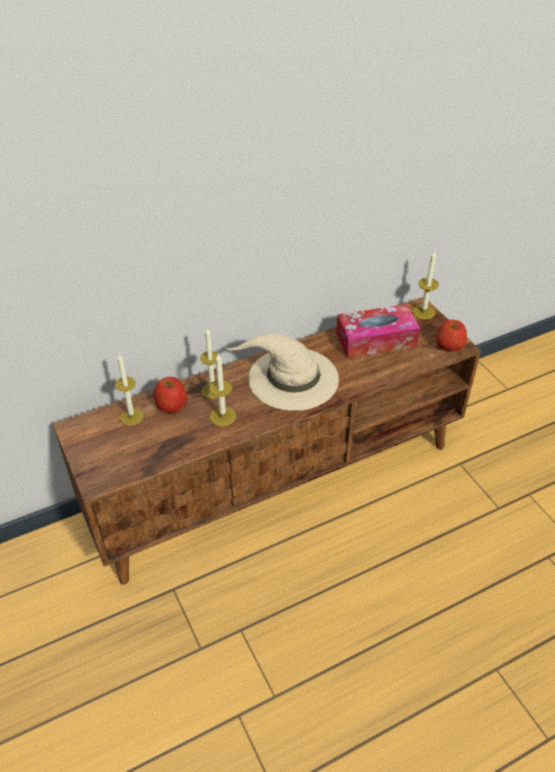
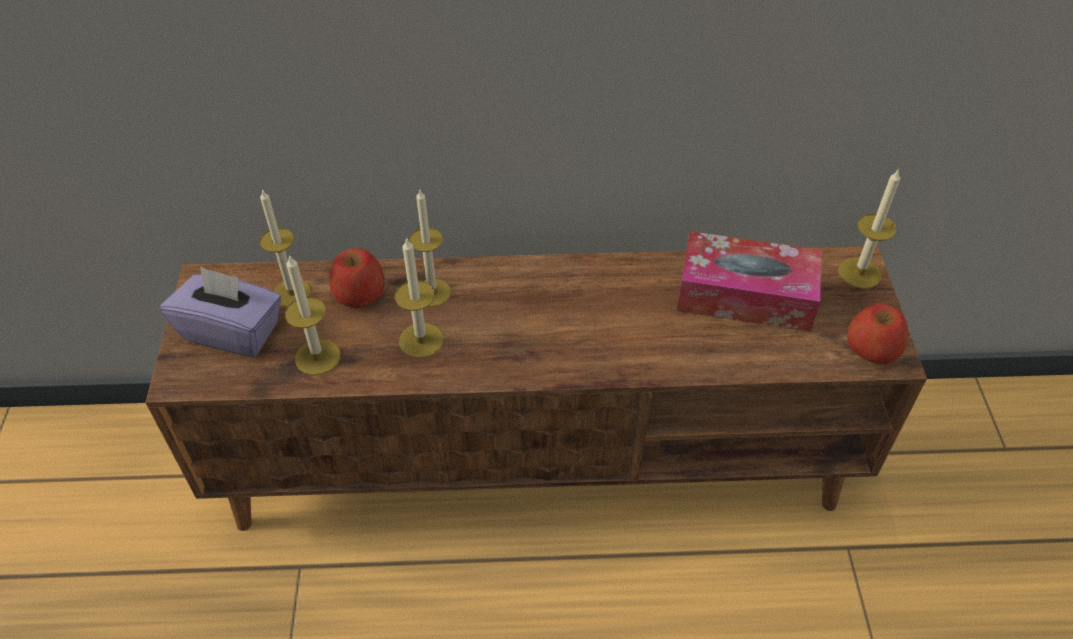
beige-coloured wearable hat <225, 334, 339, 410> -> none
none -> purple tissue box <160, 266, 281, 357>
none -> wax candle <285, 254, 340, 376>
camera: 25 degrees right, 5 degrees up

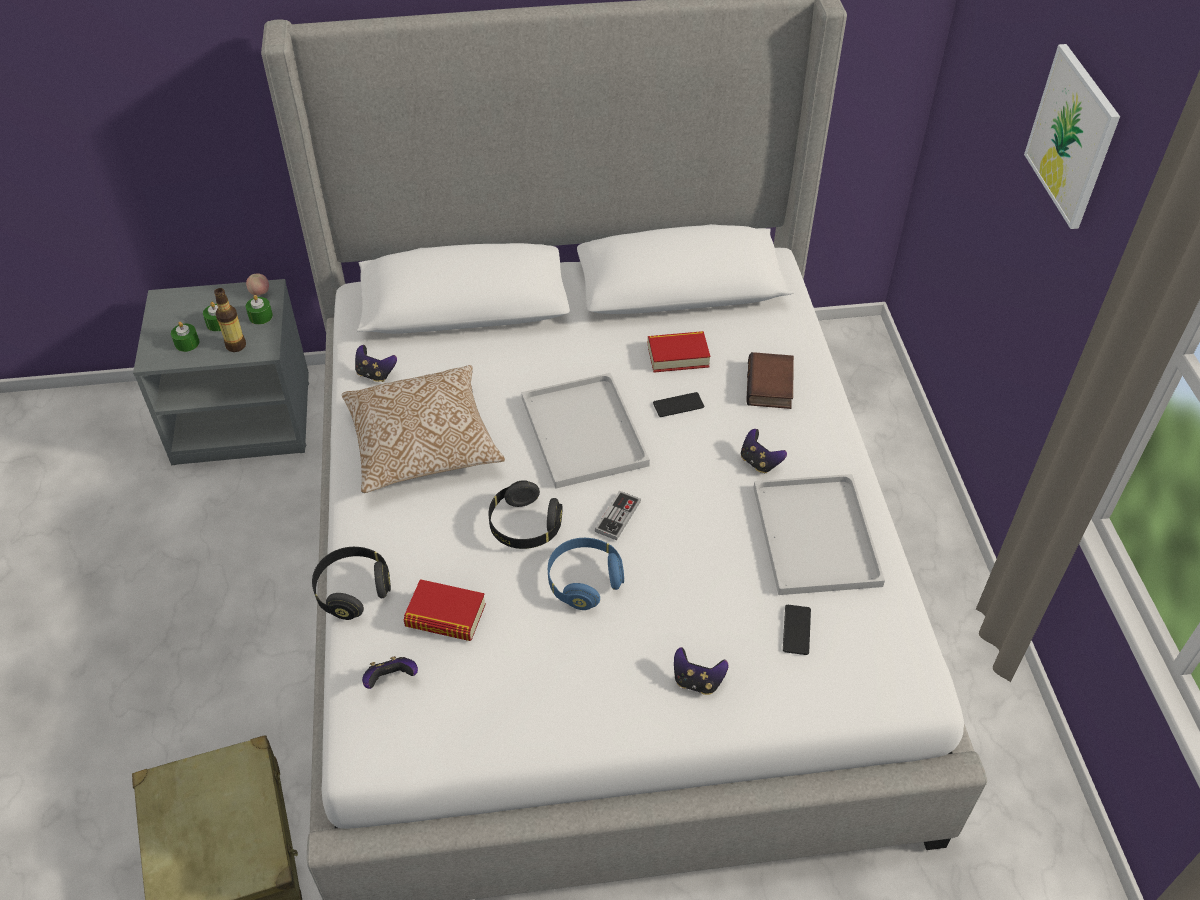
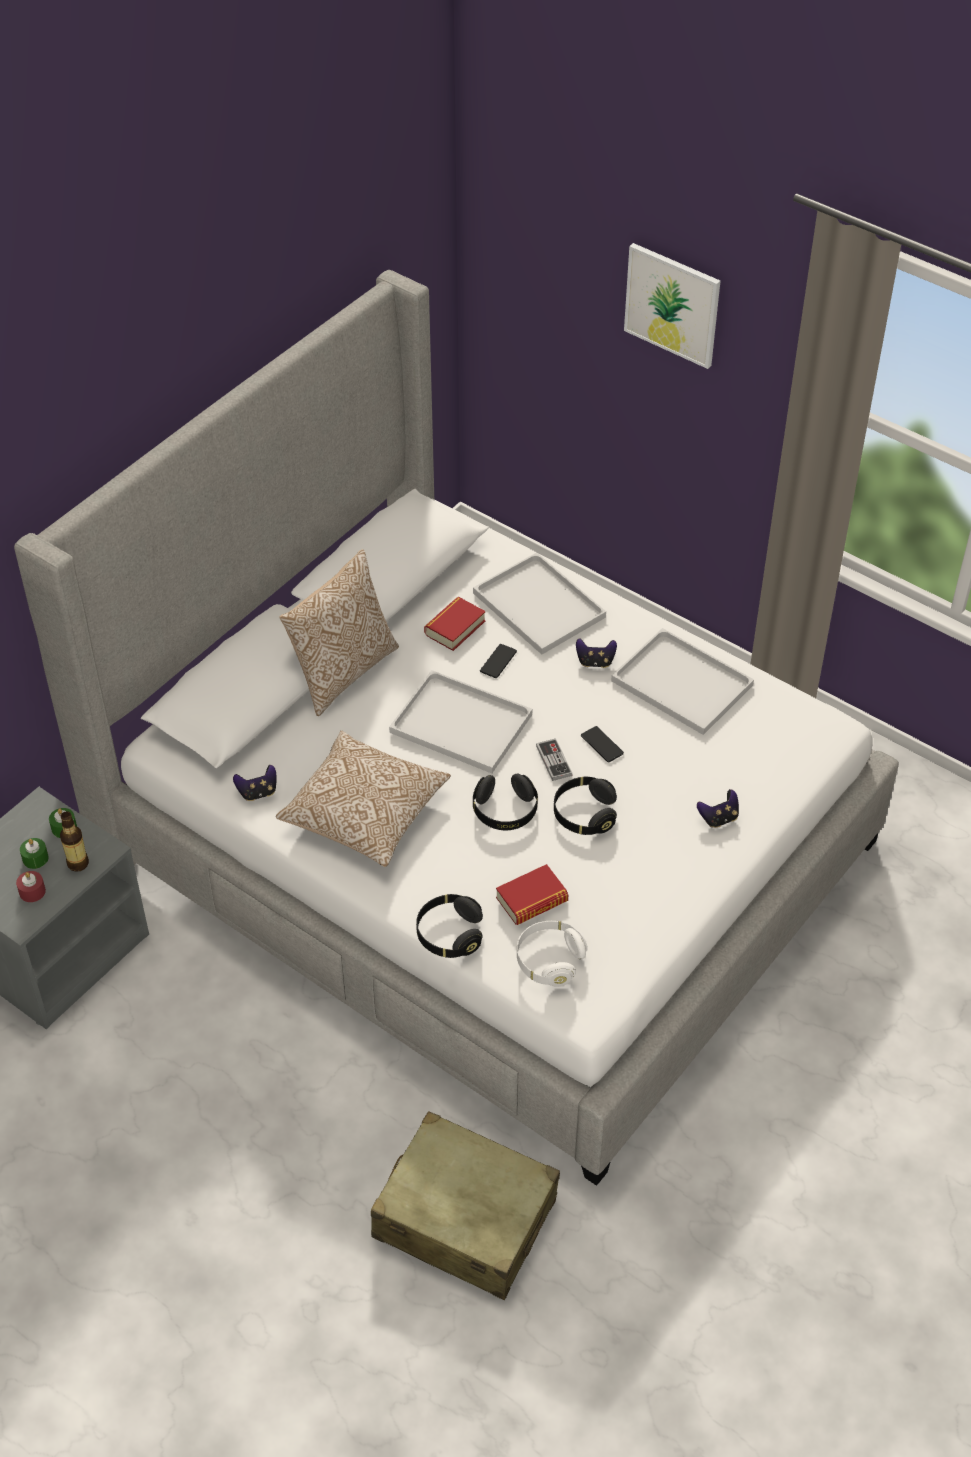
whole apple <246, 274, 269, 296> -> none
none -> pillow <279, 549, 399, 716>
handset <783, 605, 811, 655> -> handset <581, 726, 624, 762>, relocated
joypad <362, 656, 418, 689> -> white-coloured pair of headphones <517, 921, 588, 986>
bound book <746, 352, 794, 409> -> white-coloured carrying tray <473, 552, 606, 655>
greenish wax candle <171, 322, 200, 352> -> reddish wax candle <16, 871, 46, 902>
blue pair of headphones <548, 538, 624, 610> -> black pair of headphones <554, 776, 617, 835>
camera: 45 degrees left, 0 degrees up

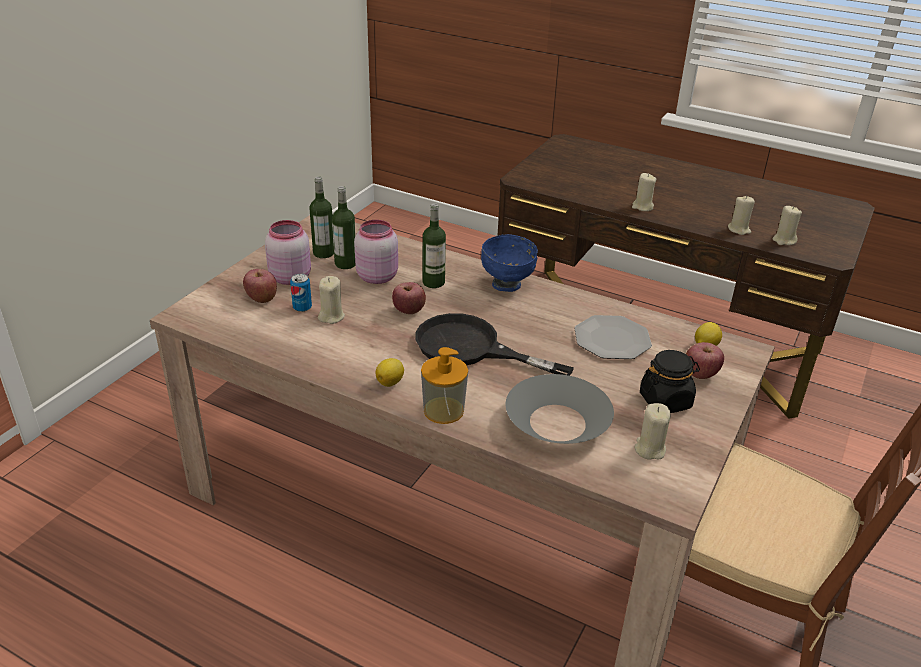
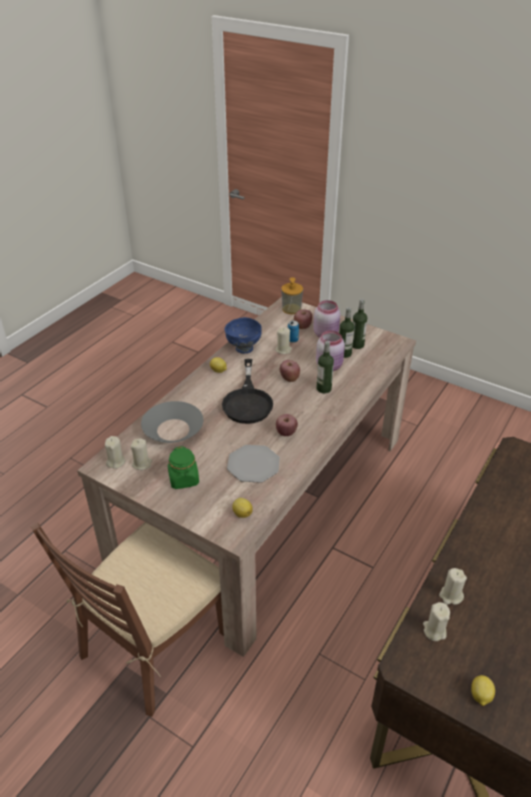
none -> lemon <471, 675, 495, 706>
soap bottle <421, 347, 468, 424> -> soap bottle <281, 277, 303, 314>, relocated
blue bowl <481, 234, 538, 292> -> blue bowl <224, 317, 262, 354>, relocated
beige-coloured wax candle <632, 173, 657, 211> -> beige-coloured wax candle <105, 436, 125, 469>, relocated
whole apple <686, 342, 724, 379> -> whole apple <276, 414, 298, 436>, relocated
black jar <640, 350, 700, 413> -> greenish jar <168, 446, 199, 489>
black frying pan <415, 313, 574, 376> -> black frying pan <222, 359, 273, 424>, 150 degrees clockwise
camera: 95 degrees right, 5 degrees up

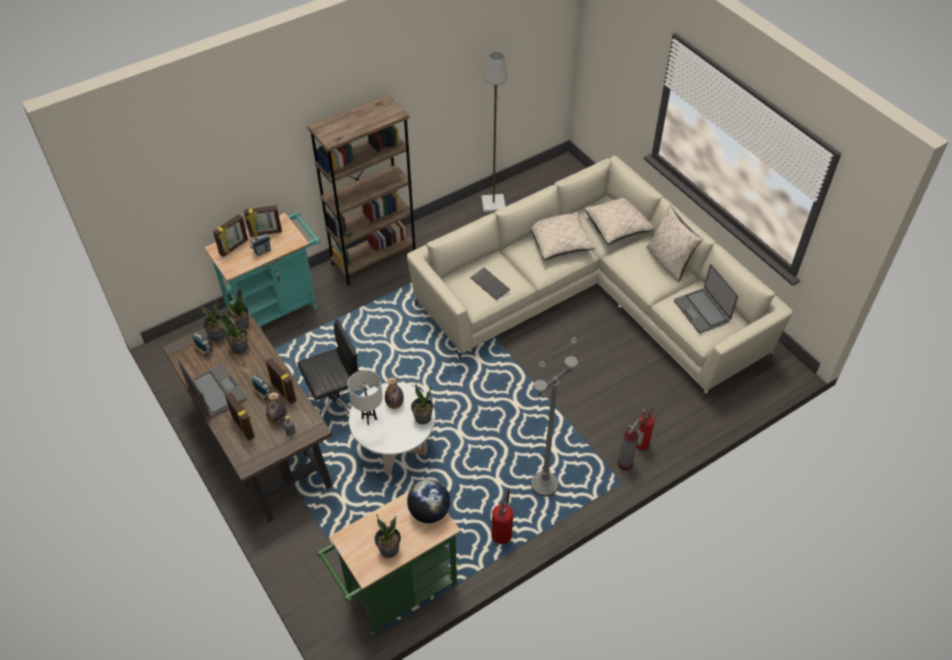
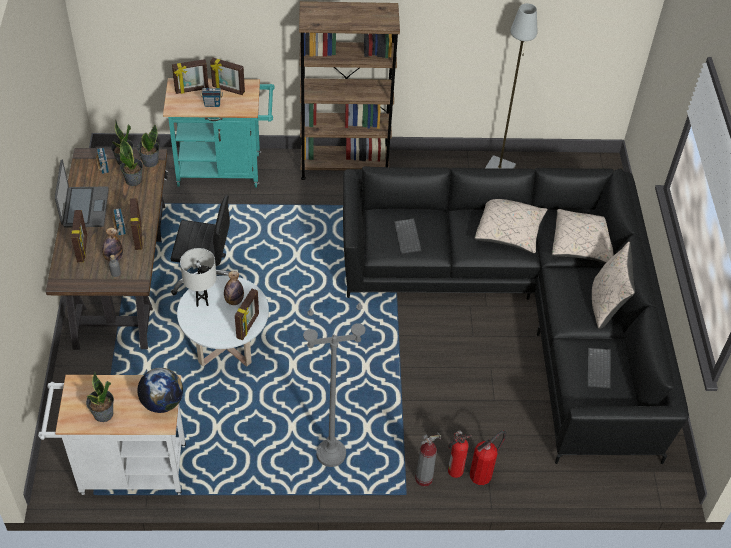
fire extinguisher <492, 488, 513, 544> -> fire extinguisher <470, 430, 506, 485>, relocated
houseplant <411, 383, 433, 424> -> picture frame <235, 289, 259, 340>
notebook computer <674, 264, 738, 333> -> keyboard <588, 348, 611, 389>
greenish cart <317, 491, 461, 635> -> white-coloured cart <38, 375, 186, 495>
beige-coloured sofa <407, 155, 792, 400> -> black sofa <343, 166, 689, 464>
camera: 30 degrees right, 0 degrees up

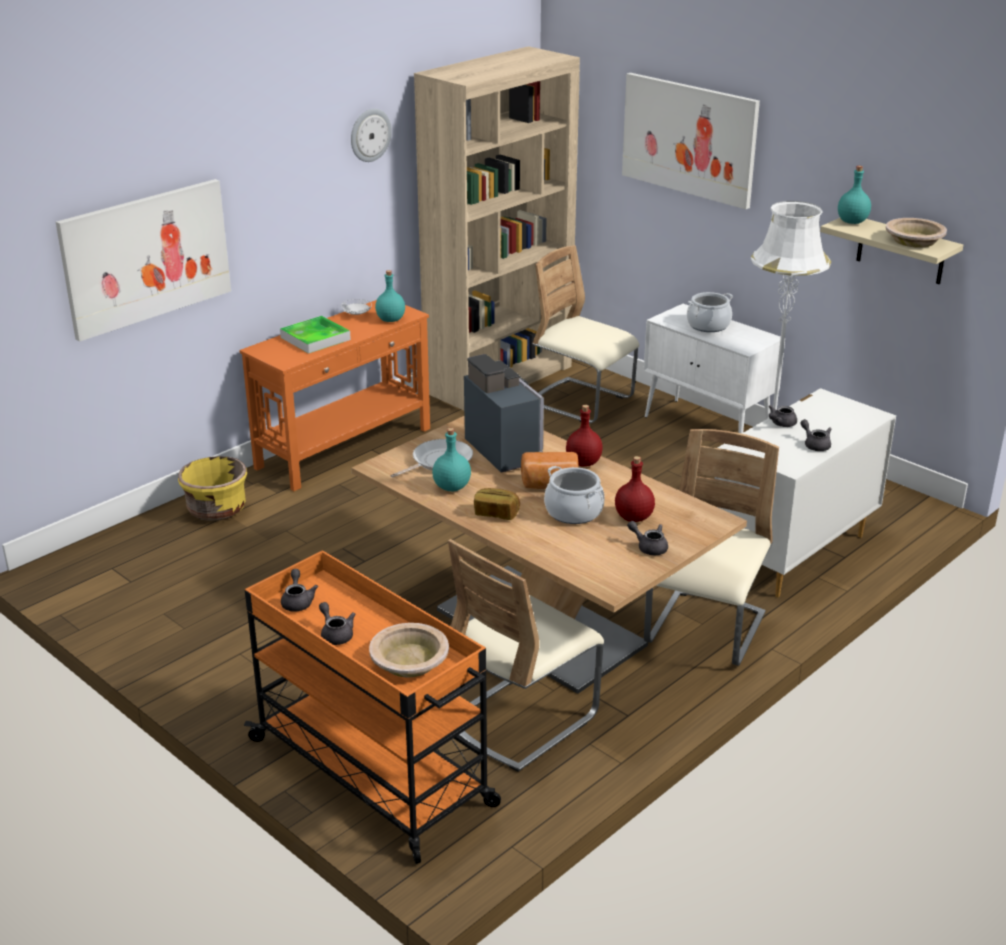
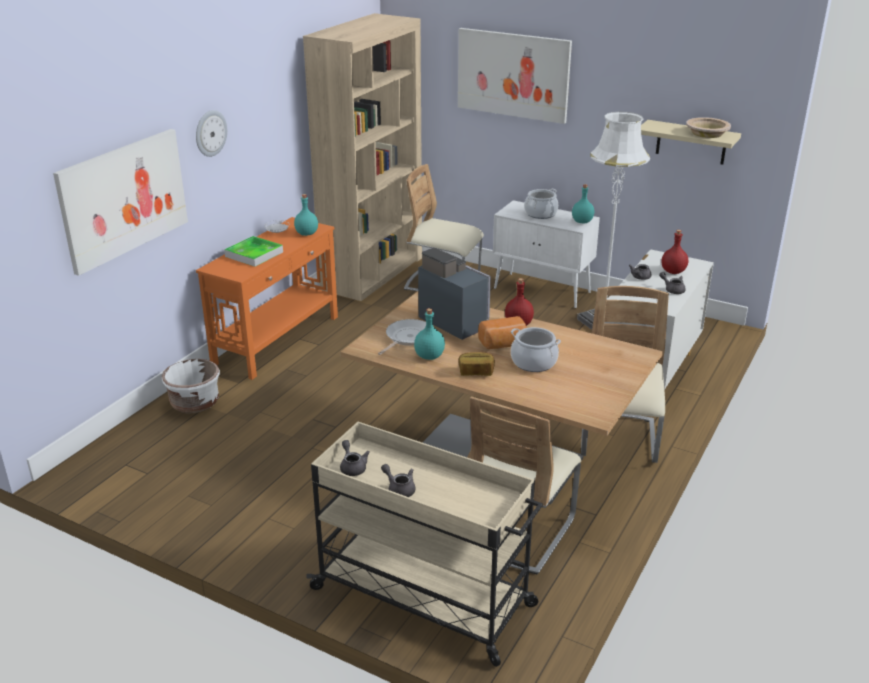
beige-coloured bowl <369, 623, 449, 678> -> none
grey pot for tea <627, 521, 668, 555> -> none
wall clock <351, 109, 392, 162> -> wall clock <196, 110, 227, 157>, relocated
reddish beverage bottle <615, 456, 655, 522> -> reddish beverage bottle <661, 230, 688, 274>, relocated
blue-green beverage bottle <838, 166, 871, 224> -> blue-green beverage bottle <572, 184, 594, 223>, relocated
yellowish plant pot <178, 456, 247, 521> -> white-coloured plant pot <162, 359, 220, 413>
orange cart <244, 550, 501, 864> -> beige-coloured cart <306, 422, 543, 667>
camera: 15 degrees left, 0 degrees up

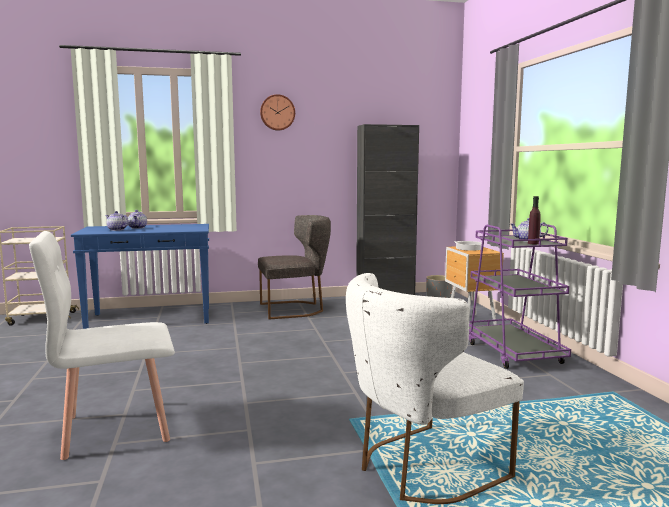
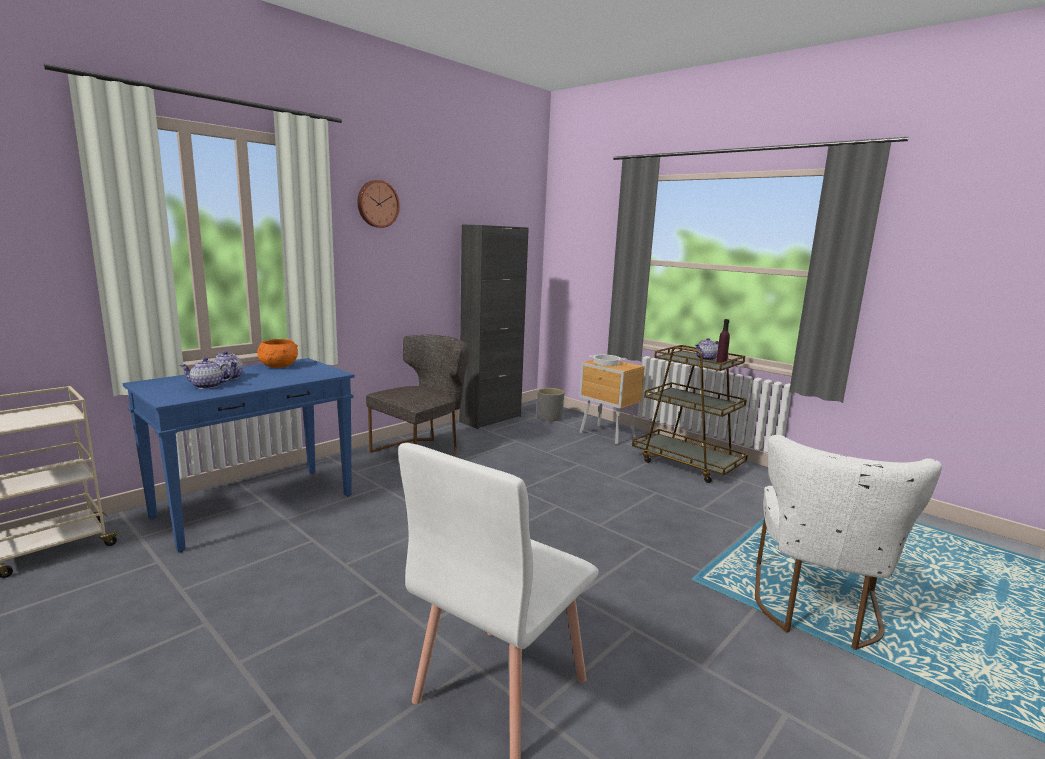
none -> orange bowl <257, 339, 298, 368>
purple cart <469, 223, 571, 369> -> brown-coloured cart <632, 340, 748, 483>
camera: 35 degrees left, 5 degrees up

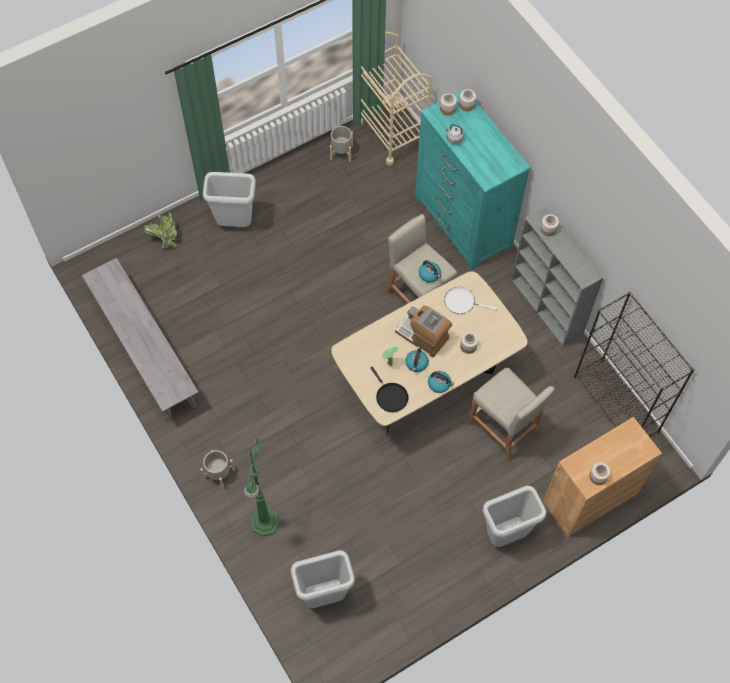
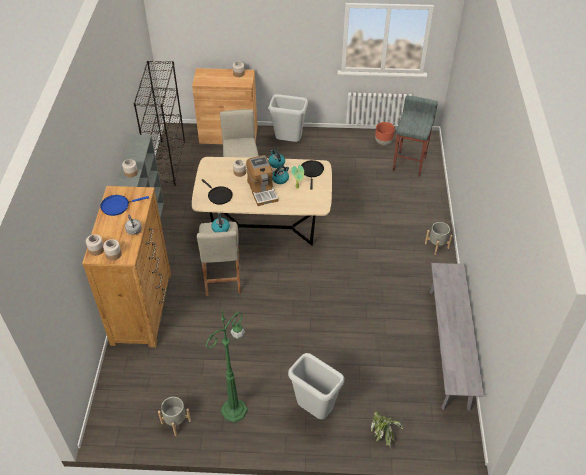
beige-coloured cart <361, 31, 433, 166> -> none
none -> blue frying pan <100, 195, 149, 216>
none -> brown-coloured plant pot <375, 122, 395, 145>
greenish floor lamp <244, 439, 279, 536> -> greenish floor lamp <206, 310, 248, 423>, relocated
grey rubbish bin <291, 550, 355, 608> -> grey sitting stool <393, 95, 438, 177>
blue-green chest of drawers <415, 89, 531, 270> -> brown-coloured chest of drawers <82, 186, 171, 347>
white-coloured frying pan <444, 287, 497, 314> -> black frying pan <201, 179, 233, 205>
camera: 145 degrees left, 15 degrees down

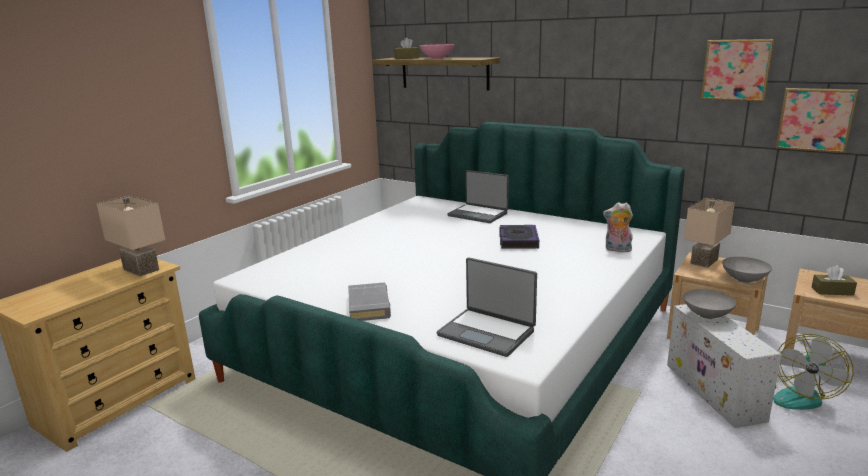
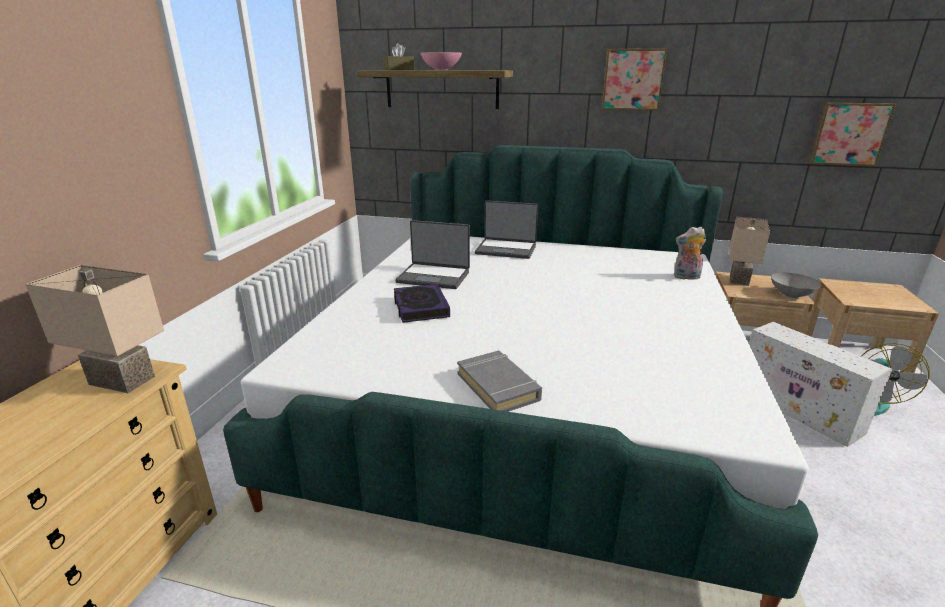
grey bowl <683, 289, 736, 319> -> none
brown-coloured tissue box <812, 265, 857, 296> -> none
notebook computer <437, 257, 537, 357> -> notebook computer <395, 220, 470, 289>, relocated
bound book <500, 225, 539, 249> -> bound book <394, 284, 450, 323>, relocated
wall picture <701, 39, 774, 102> -> wall picture <602, 48, 667, 111>, relocated
camera: 20 degrees left, 5 degrees up

